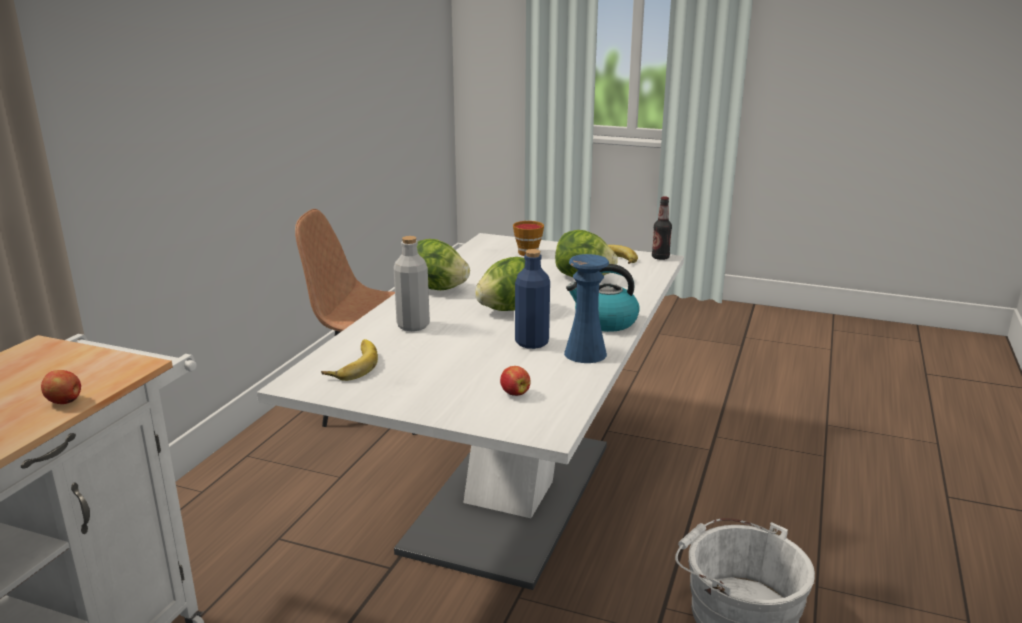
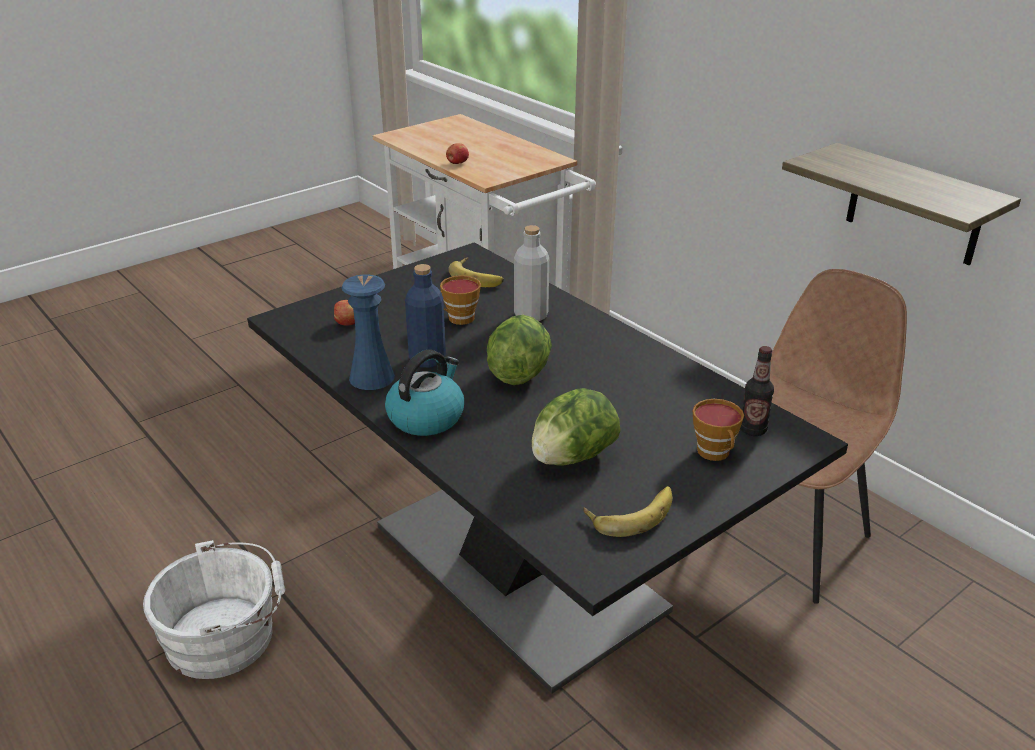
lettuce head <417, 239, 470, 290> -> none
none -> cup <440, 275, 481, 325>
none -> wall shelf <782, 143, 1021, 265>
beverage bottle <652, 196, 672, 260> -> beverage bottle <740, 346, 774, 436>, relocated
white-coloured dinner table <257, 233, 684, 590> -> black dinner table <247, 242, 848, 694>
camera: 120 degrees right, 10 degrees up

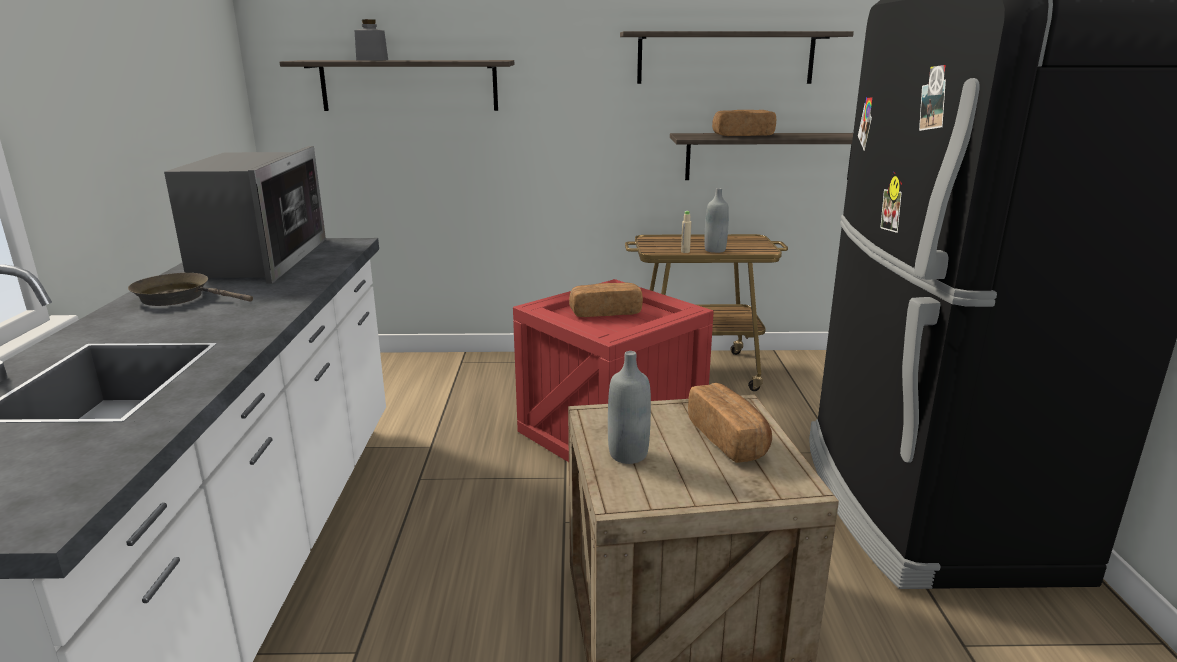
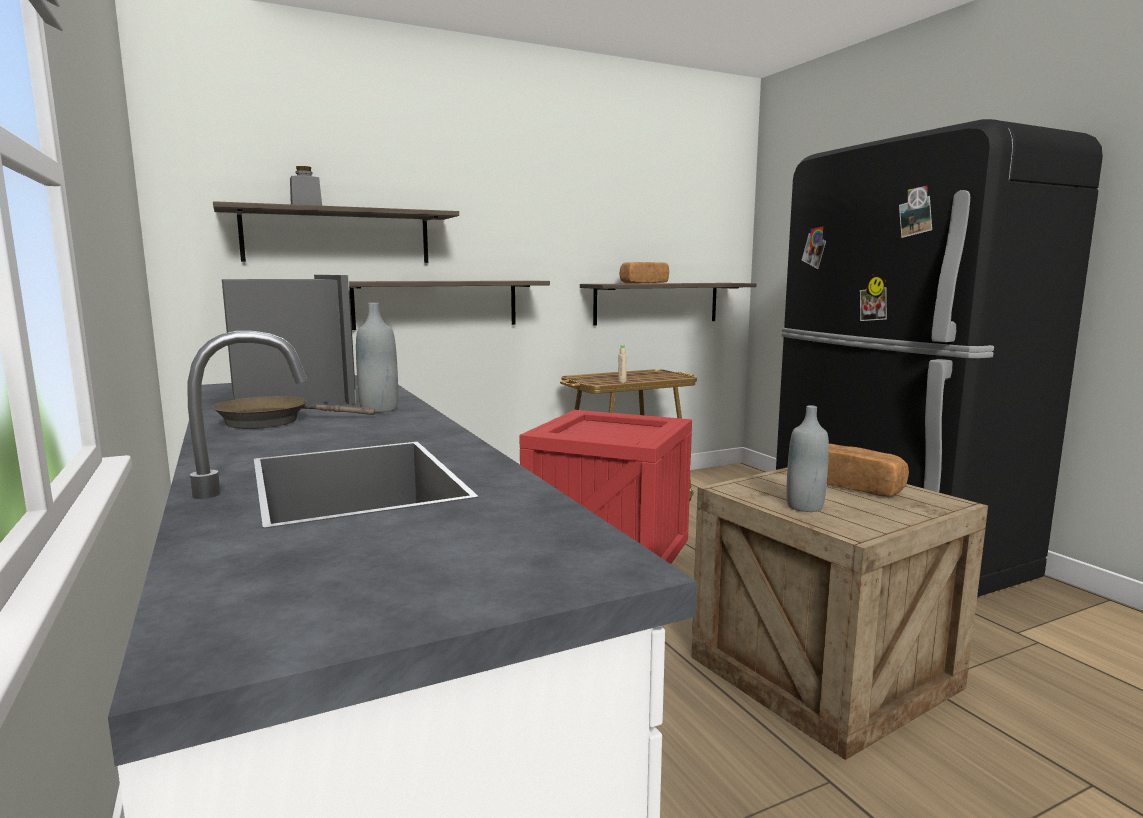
bread <569, 283, 643, 317> -> none
wall shelf <620, 31, 854, 84> -> wall shelf <349, 280, 550, 330>, relocated
grey beverage bottle <704, 188, 729, 253> -> grey beverage bottle <356, 303, 398, 413>, relocated
camera: 25 degrees left, 10 degrees down

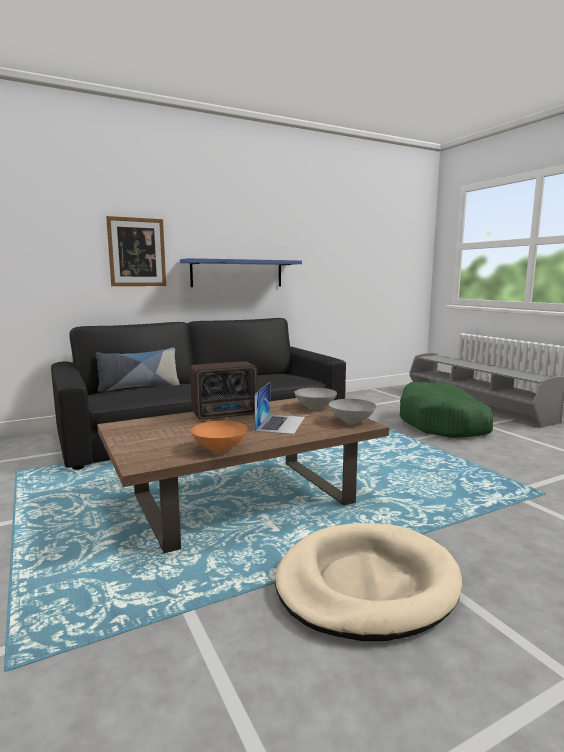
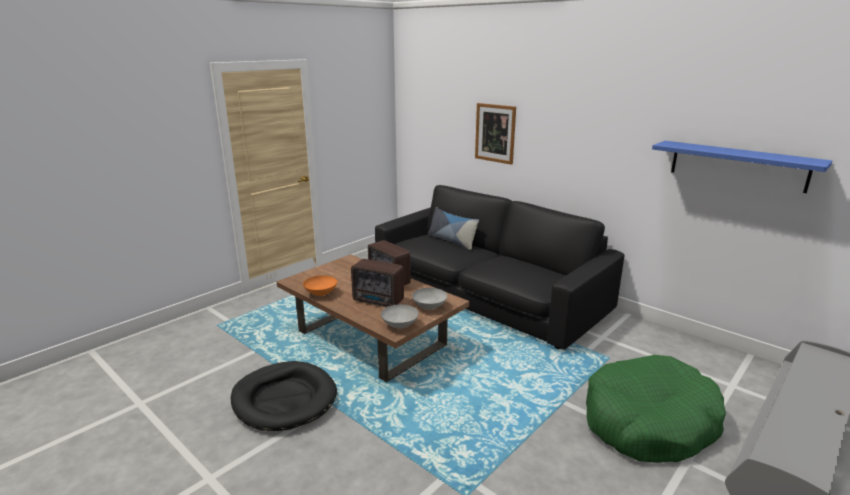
blue wall shelf <180, 258, 302, 287> -> blue wall shelf <652, 141, 832, 193>, relocated
notebook computer <254, 382, 305, 434> -> radio <351, 259, 404, 307>
beige-coloured dog cushion <275, 523, 462, 641> -> black dog cushion <231, 361, 337, 431>
camera: 70 degrees right, 10 degrees up

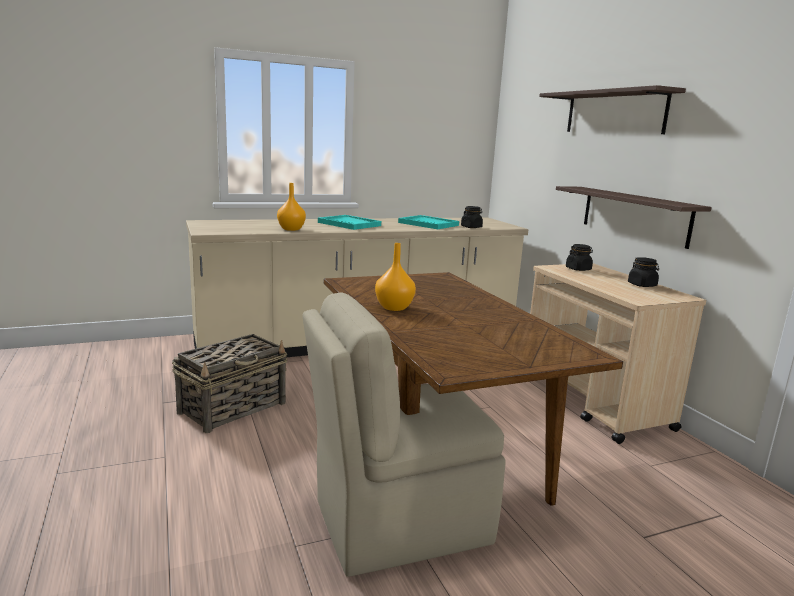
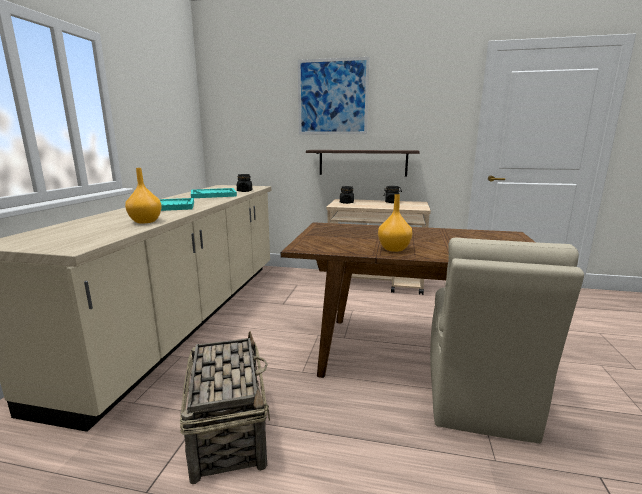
wall shelf <539, 85, 686, 134> -> wall picture <298, 57, 370, 134>
camera: 55 degrees left, 0 degrees up

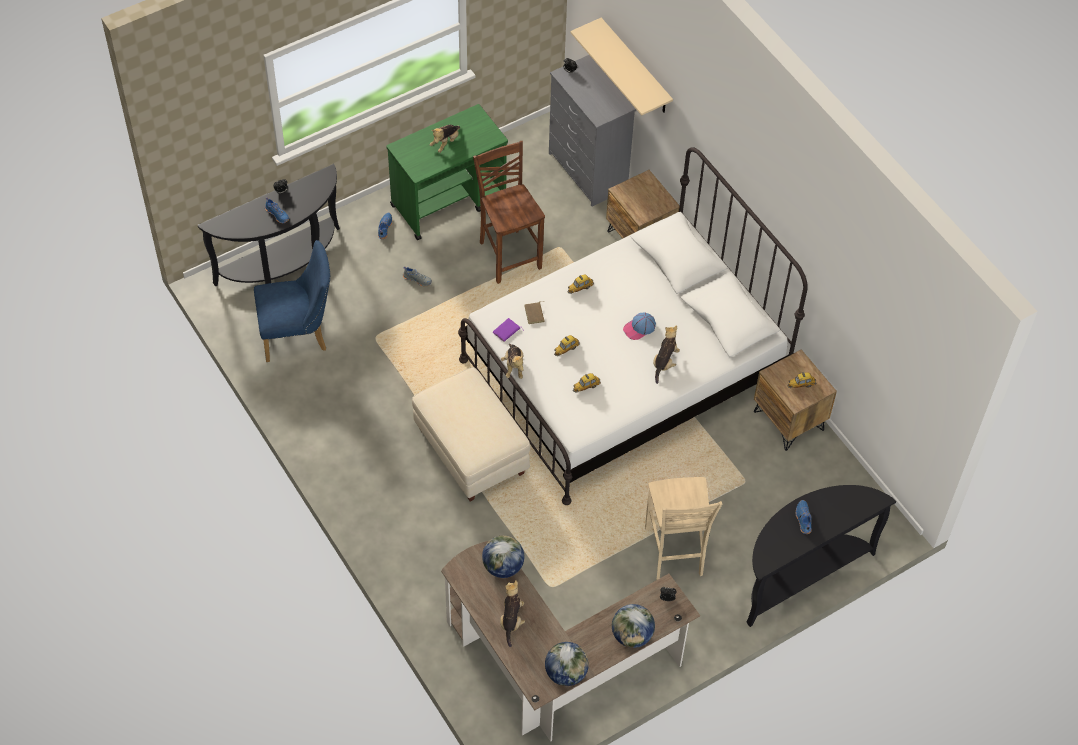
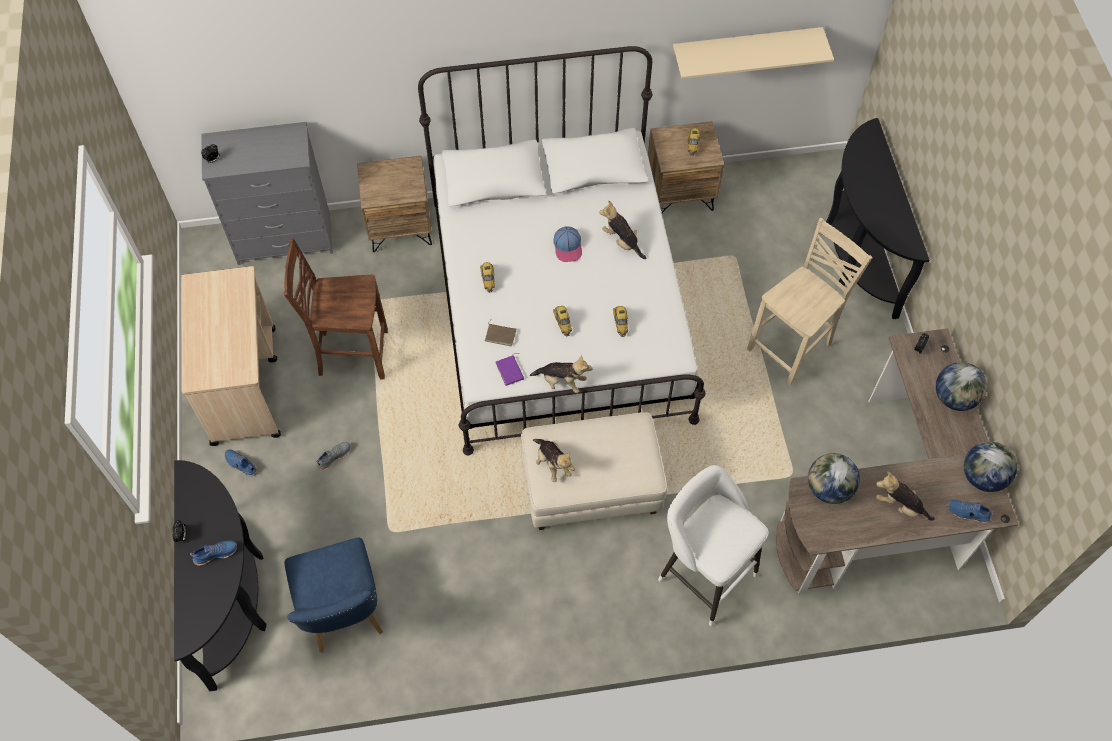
none -> white-coloured sitting stool <658, 465, 769, 626>
soft toy <430, 125, 460, 153> -> soft toy <533, 439, 575, 482>, relocated
beige-coloured wall shelf <570, 18, 673, 115> -> beige-coloured wall shelf <673, 27, 834, 79>, relocated
blue low shoe <796, 500, 812, 534> -> blue low shoe <948, 499, 995, 523>, relocated
greenish cart <387, 104, 508, 240> -> beige-coloured cart <181, 266, 281, 446>
blue upright chair <254, 240, 330, 362> -> blue upright chair <285, 538, 383, 653>, 150 degrees clockwise
beige-coloured upright chair <645, 477, 722, 580> -> beige-coloured upright chair <747, 218, 873, 385>, 60 degrees counterclockwise
camera: 65 degrees left, 5 degrees up

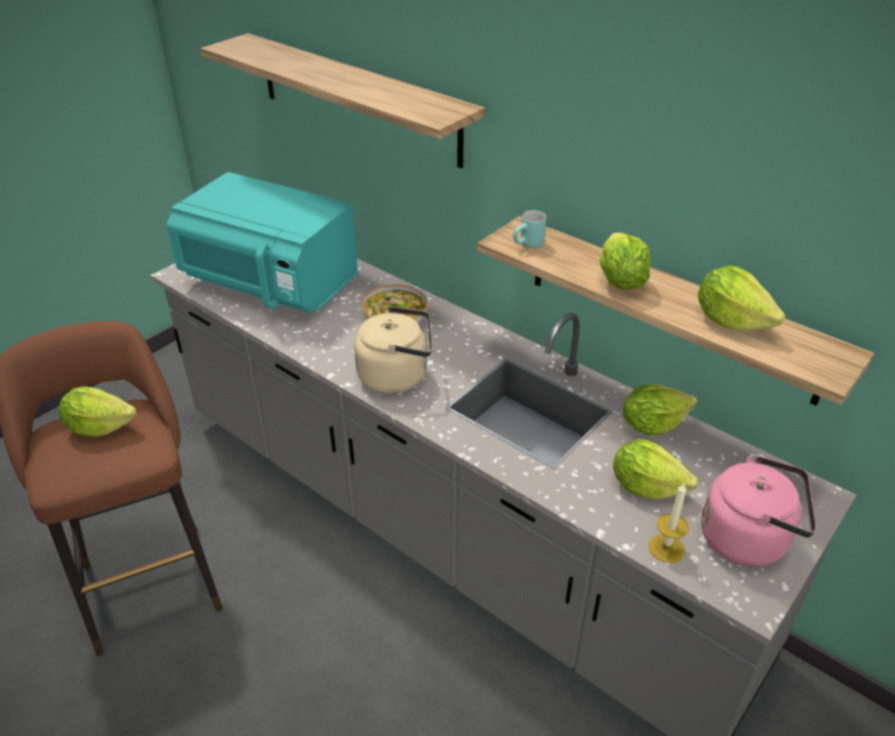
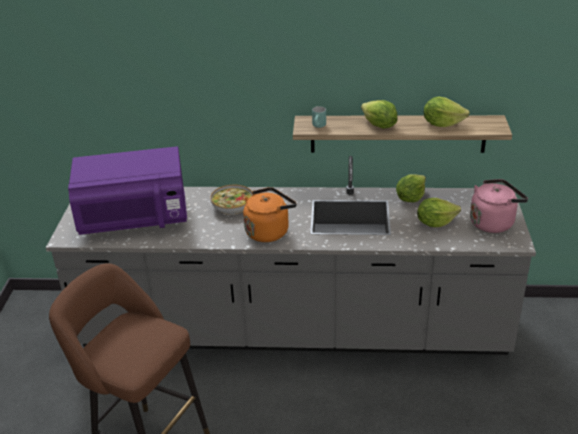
lettuce head <59, 386, 137, 437> -> none
wall shelf <200, 33, 485, 168> -> none
wax candle <649, 483, 689, 563> -> none
blue-green microwave oven <167, 172, 359, 313> -> purple microwave oven <68, 147, 187, 235>
beige-coloured water kettle <354, 306, 432, 394> -> orange water kettle <243, 187, 297, 242>
camera: 35 degrees left, 5 degrees down

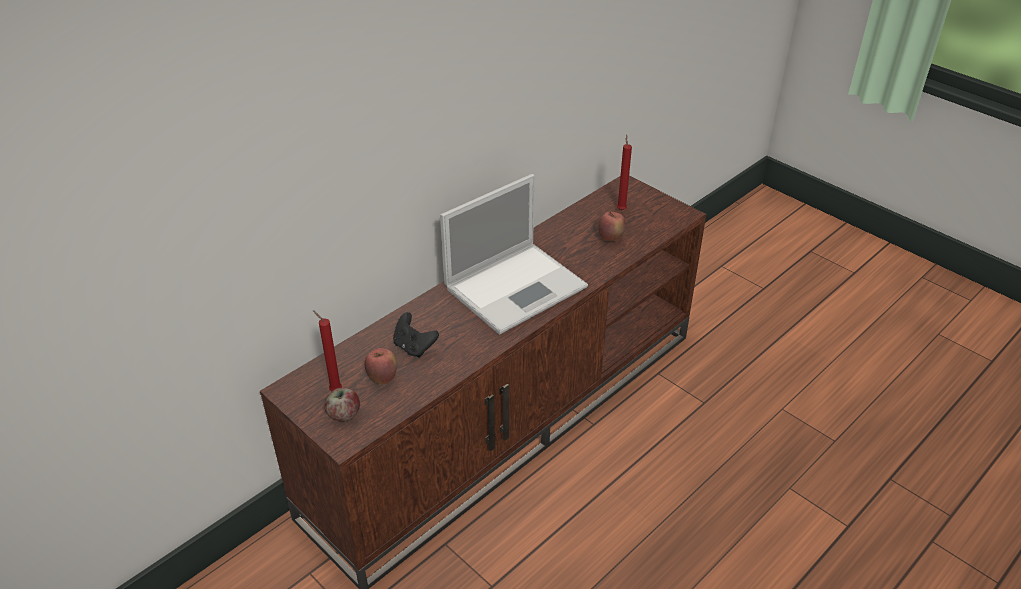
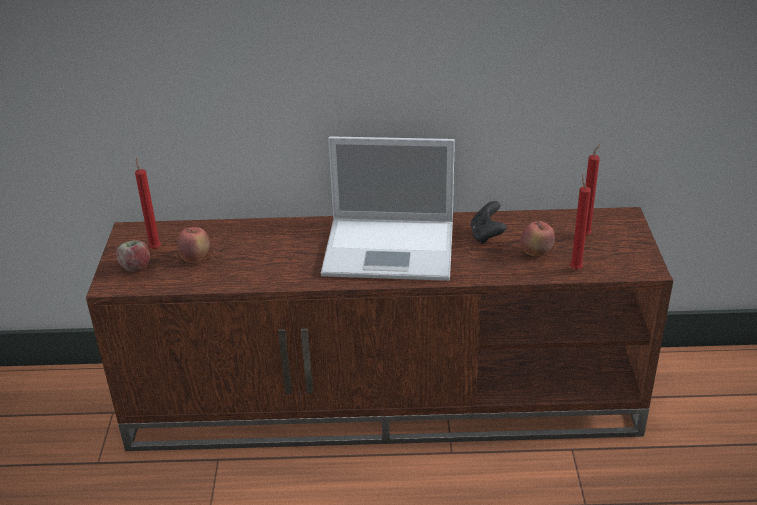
none -> reddish wax candle <570, 174, 591, 270>
black joypad <393, 312, 439, 358> -> black joypad <470, 201, 507, 244>, relocated
camera: 45 degrees right, 5 degrees down

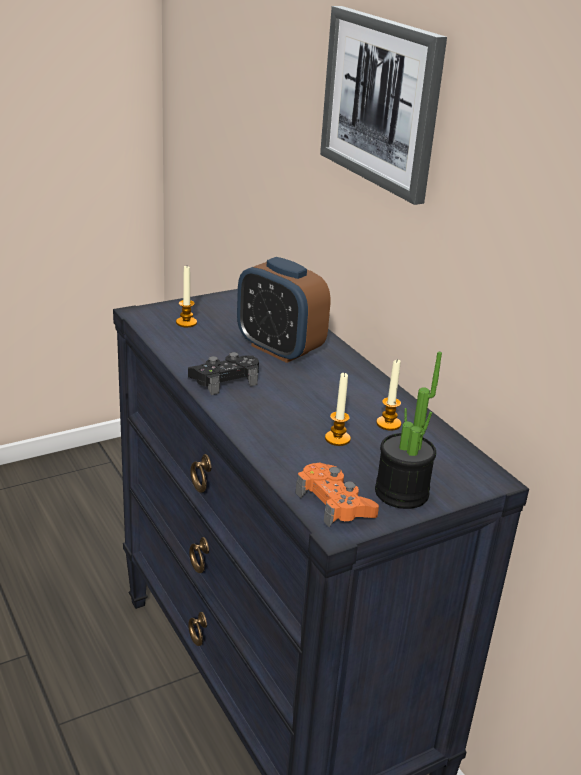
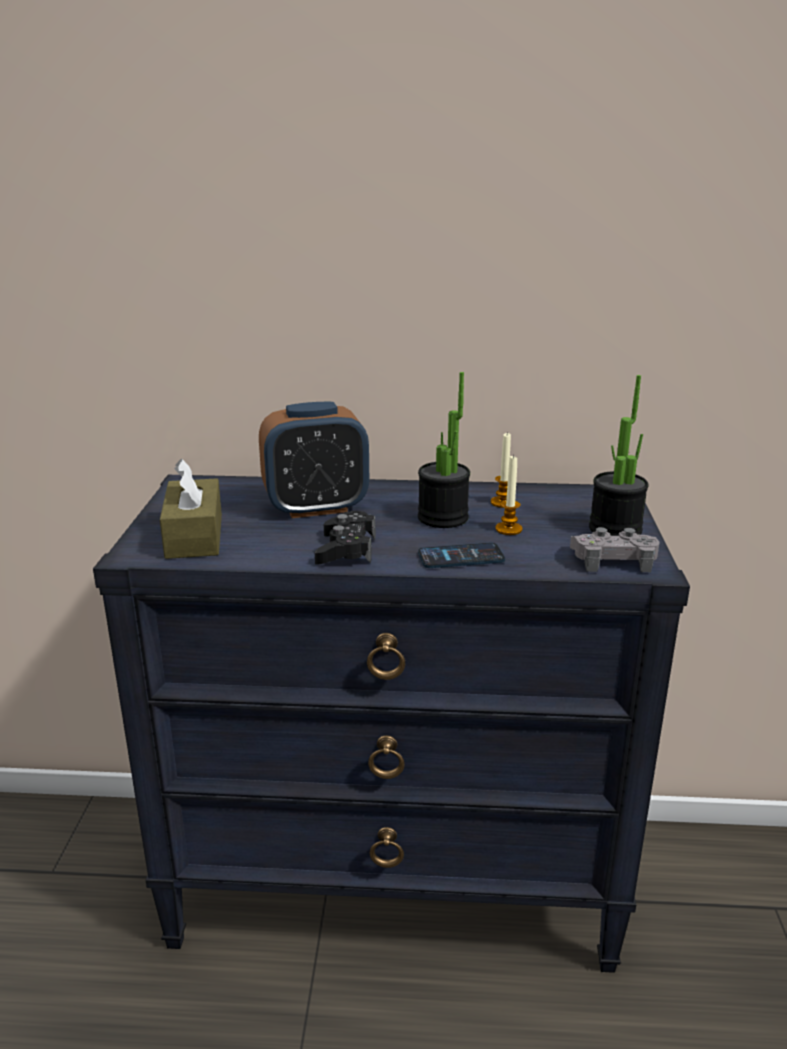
wall picture <320, 6, 447, 205> -> none
none -> houseplant <418, 372, 470, 528>
none -> handset <418, 543, 505, 568>
wax candle <176, 266, 197, 327> -> brown-coloured tissue box <160, 458, 222, 559>
orange joypad <296, 462, 379, 527> -> grey joypad <570, 527, 659, 572>
camera: 55 degrees left, 5 degrees down

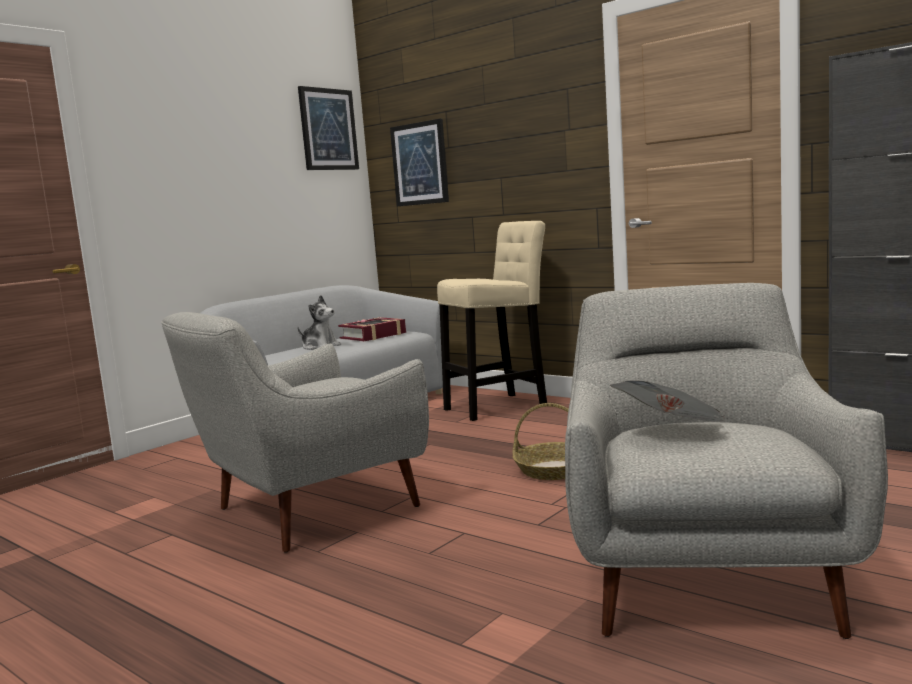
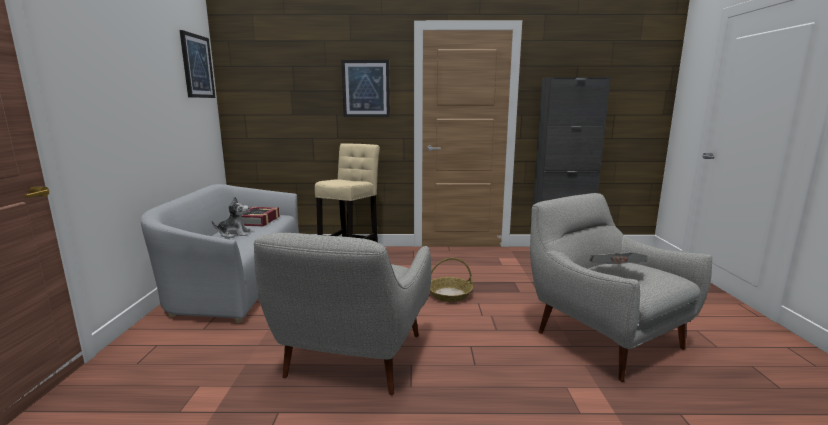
wall picture <390, 119, 449, 206> -> wall picture <341, 60, 390, 117>, relocated
camera: 40 degrees left, 5 degrees up

